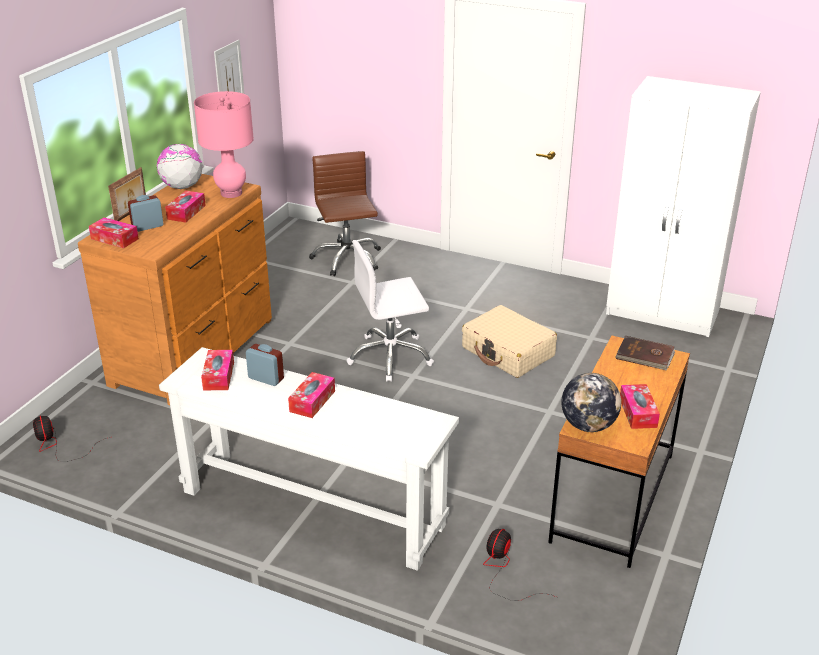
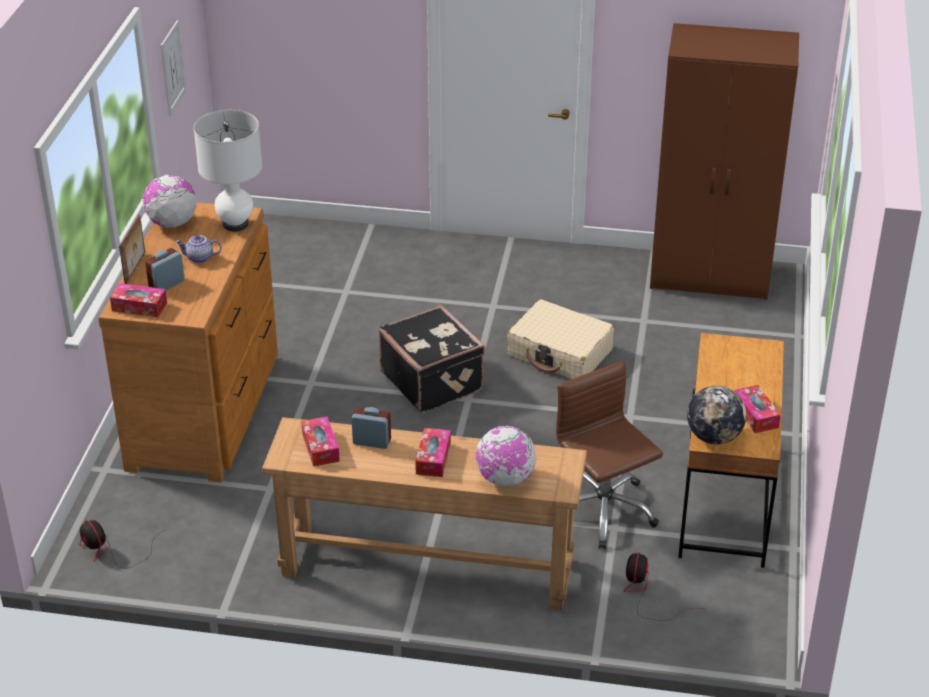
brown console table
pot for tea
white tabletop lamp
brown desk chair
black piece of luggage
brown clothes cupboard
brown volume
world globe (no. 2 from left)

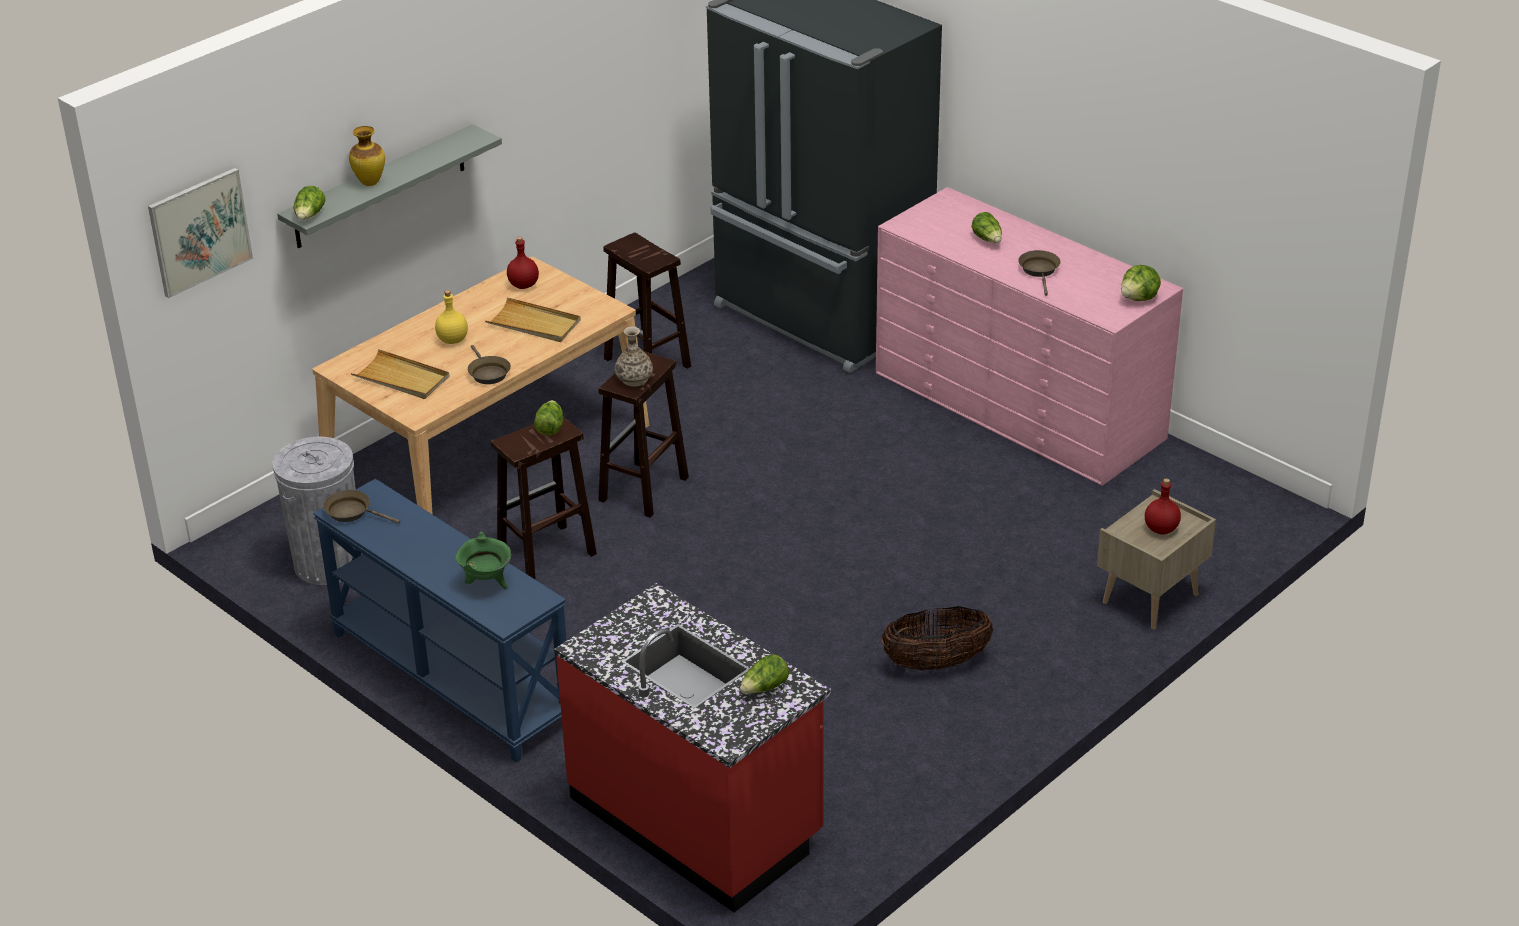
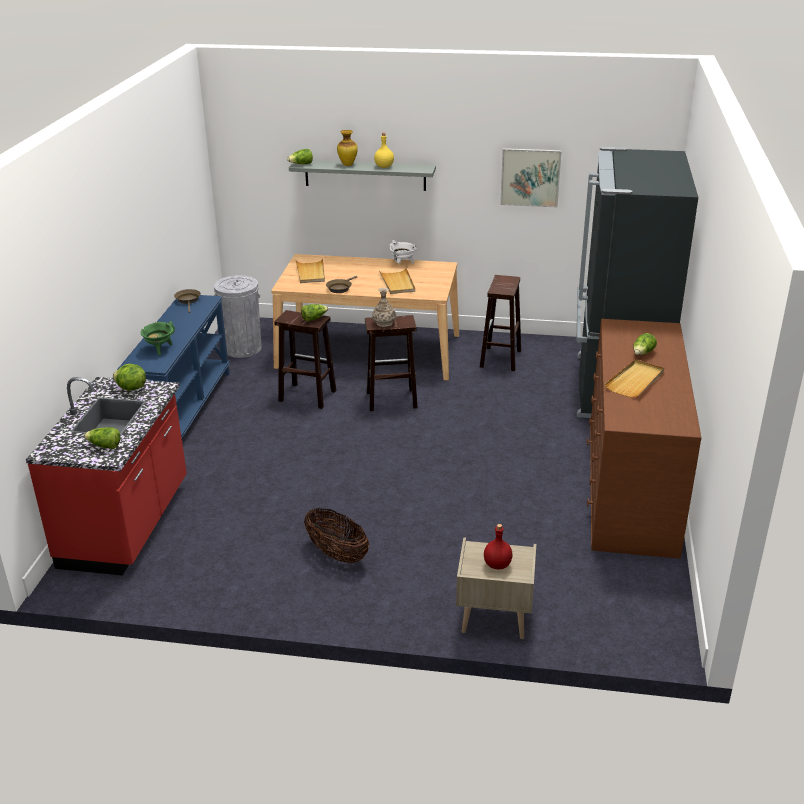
wall picture
yellow-coloured bottle
red-coloured bottle (no. 1 from left in the first image)
brown dresser
beige carrying tray (no. 3 from left)
head of lettuce (no. 2 from left)
white stockpot

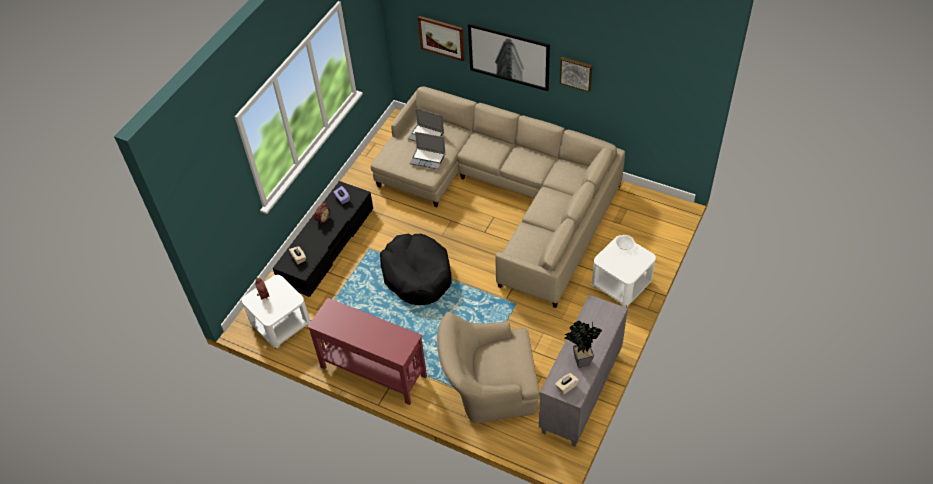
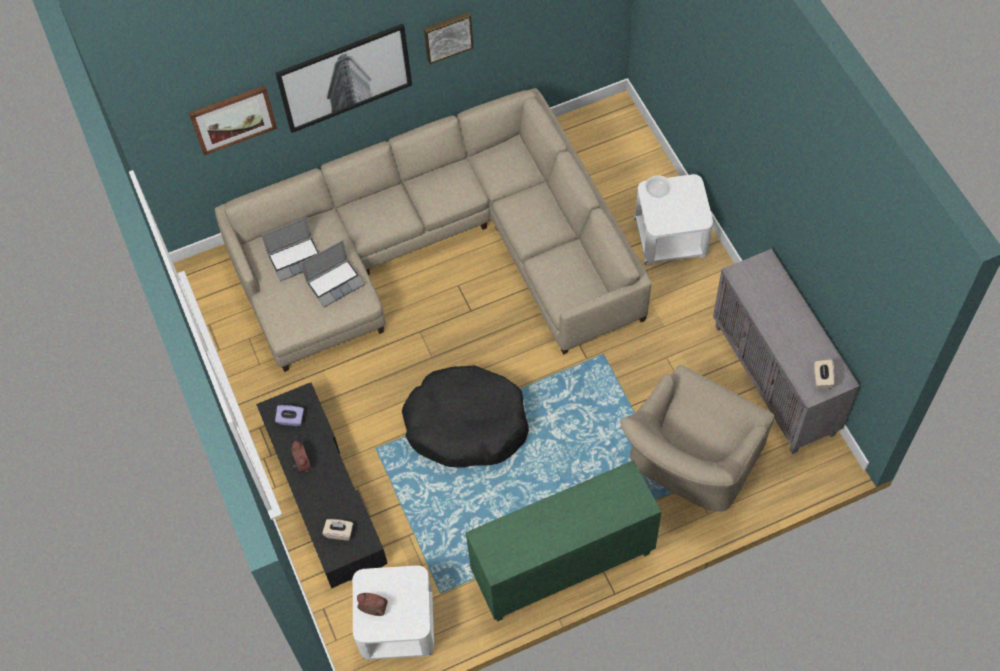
greenish cupboard
plant in a pot

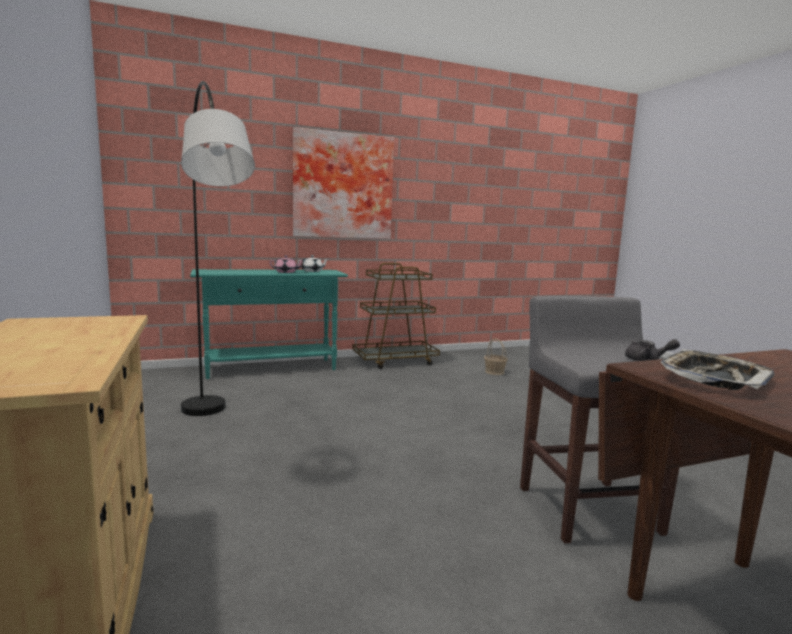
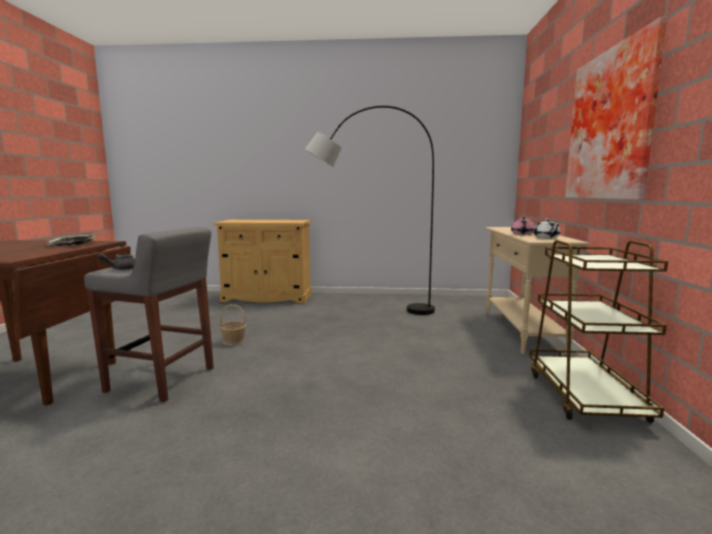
beige console table
household basket

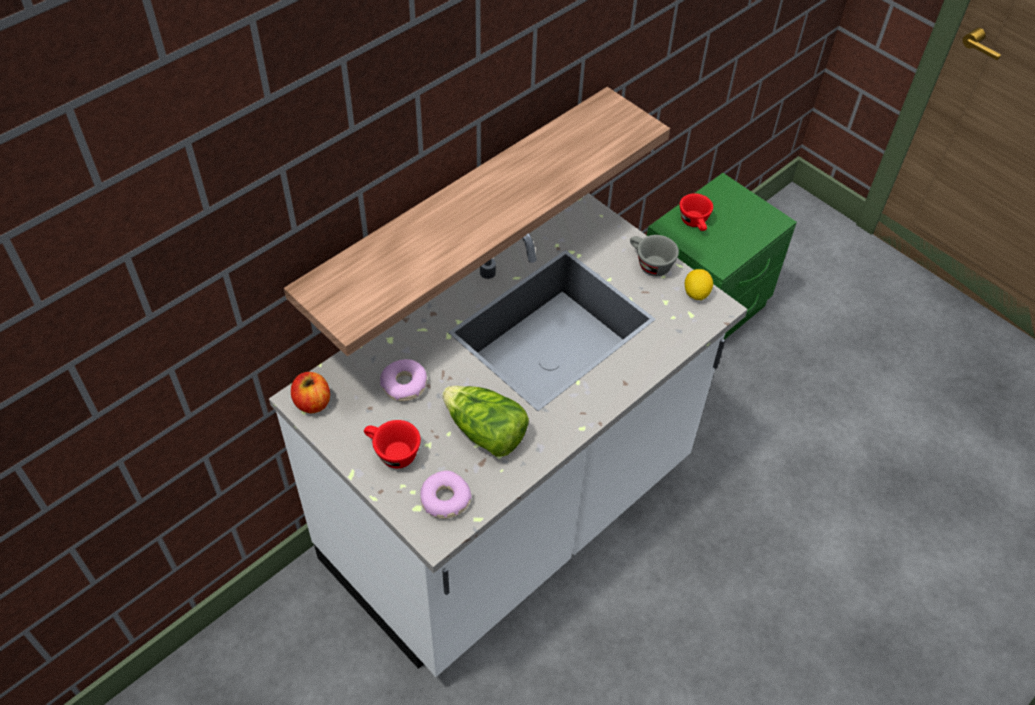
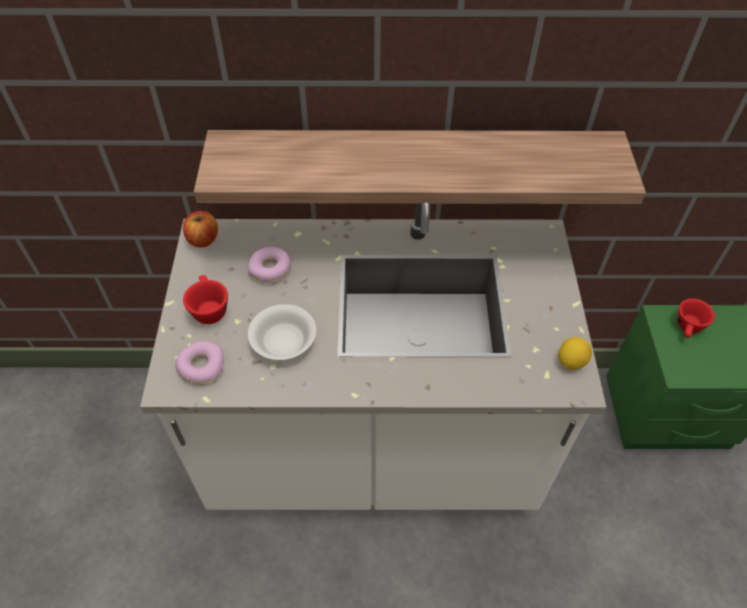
white deep dish
greyish drinking cup

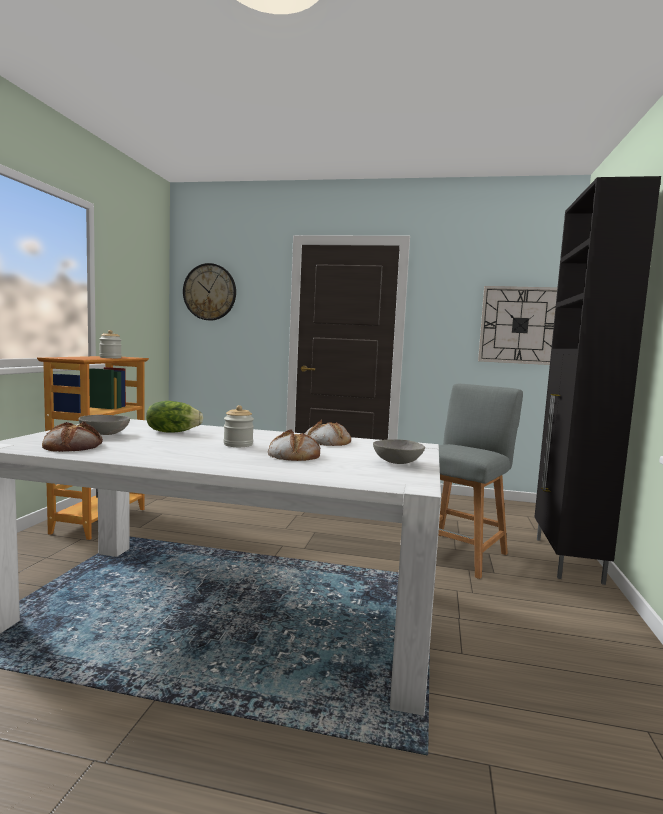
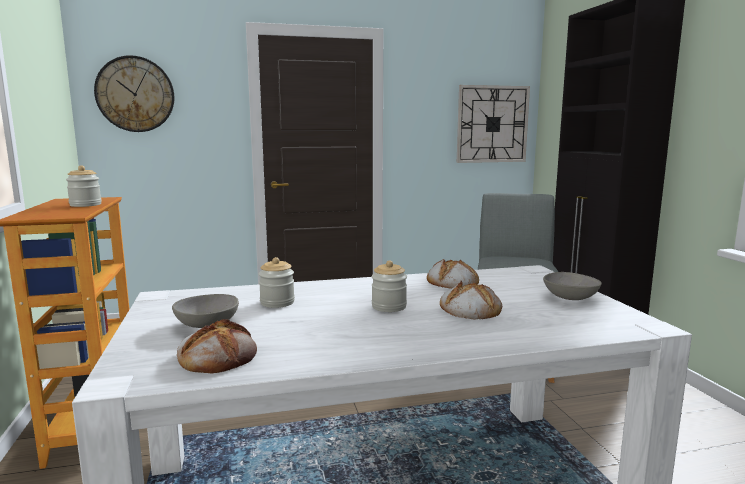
storage jar (no. 2 from left)

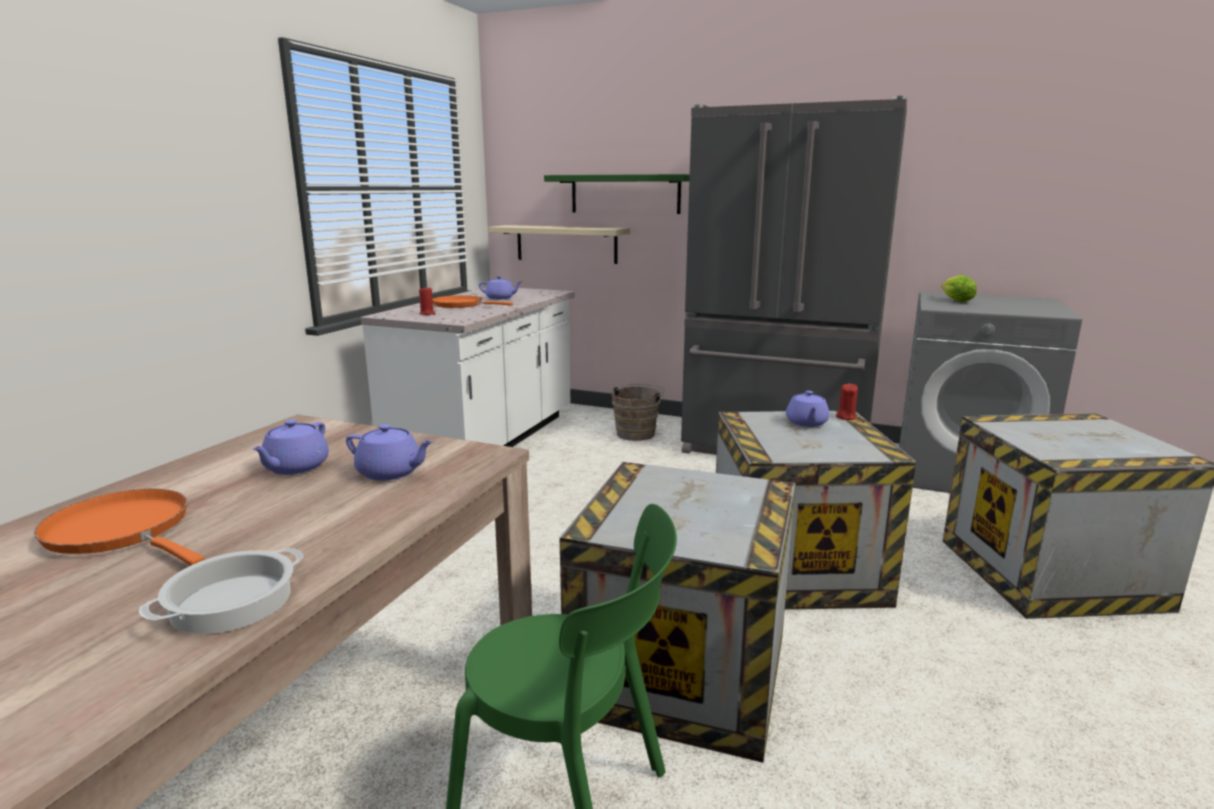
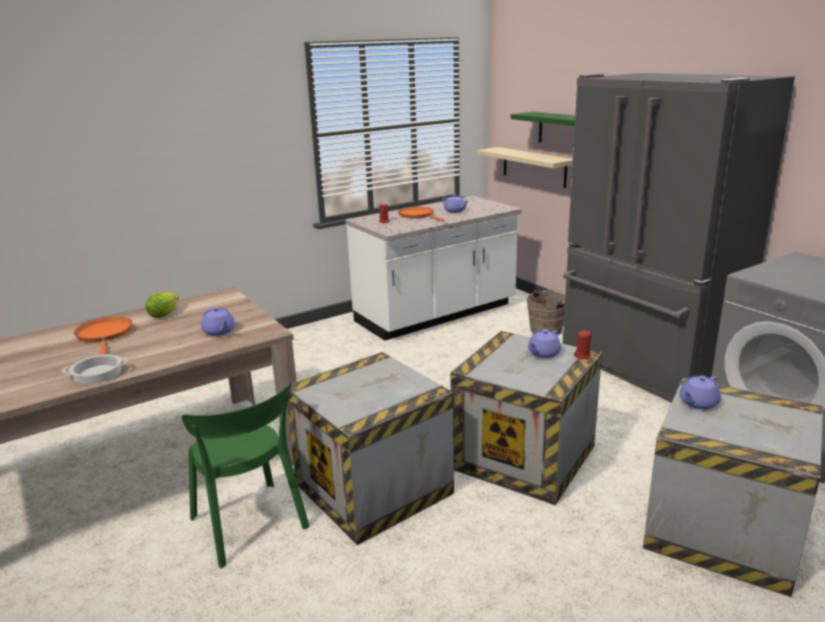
purplish pot for tea (no. 4 from left)
head of lettuce

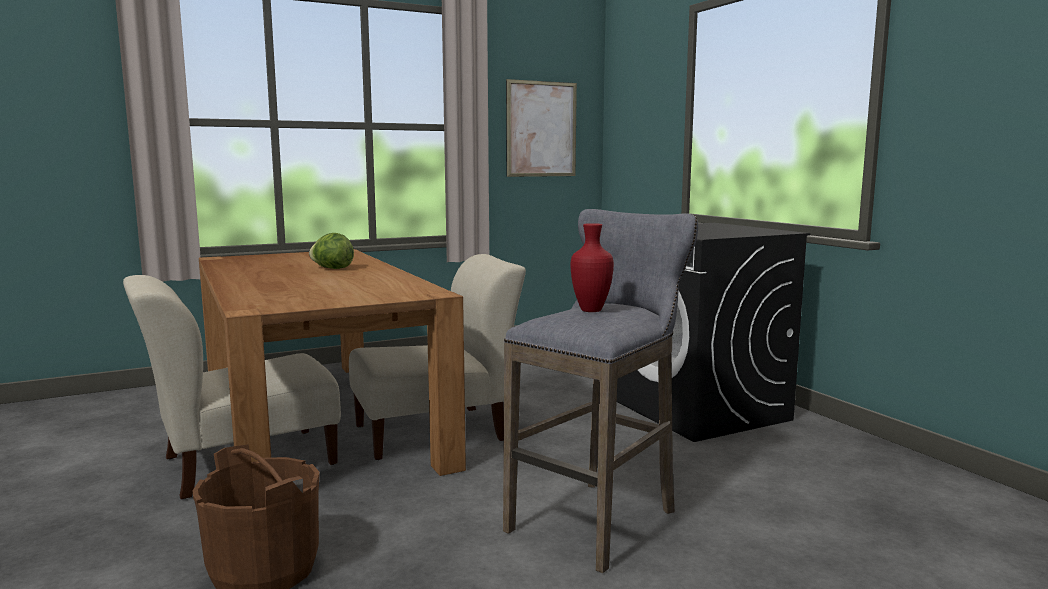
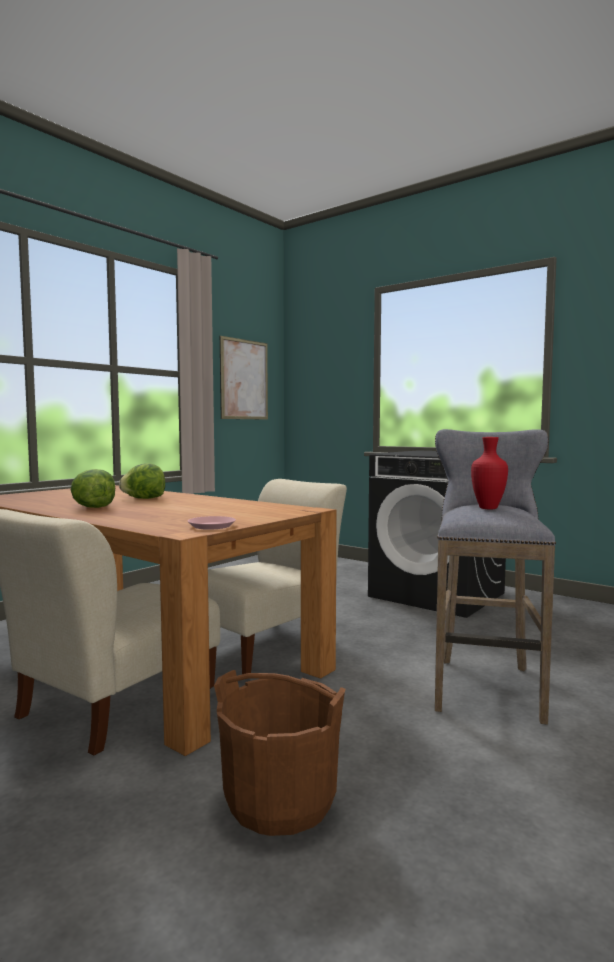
head of lettuce (no. 1 from left)
pinkish flat dish

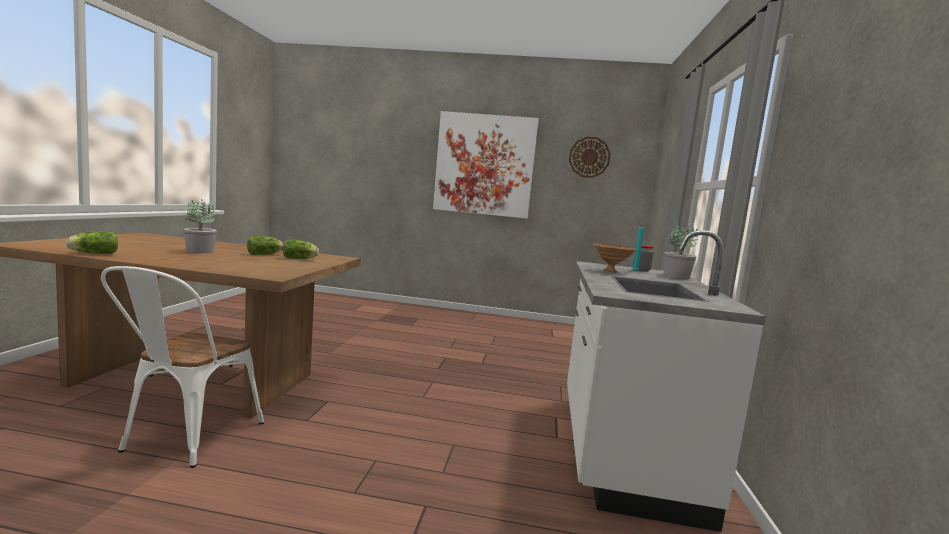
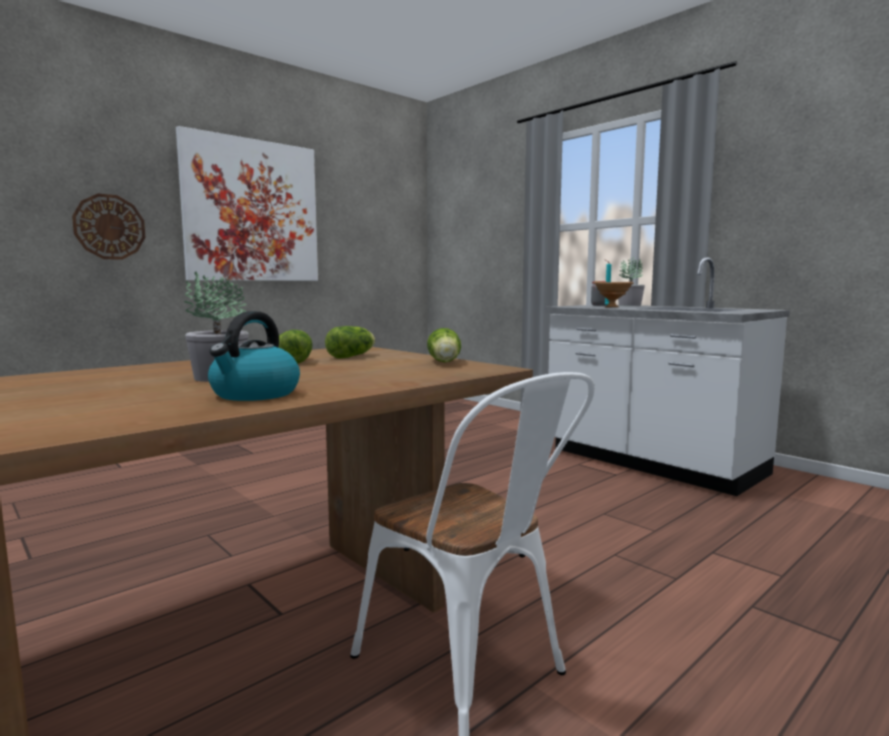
head of lettuce (no. 3 from left)
hanging clock
kettle

